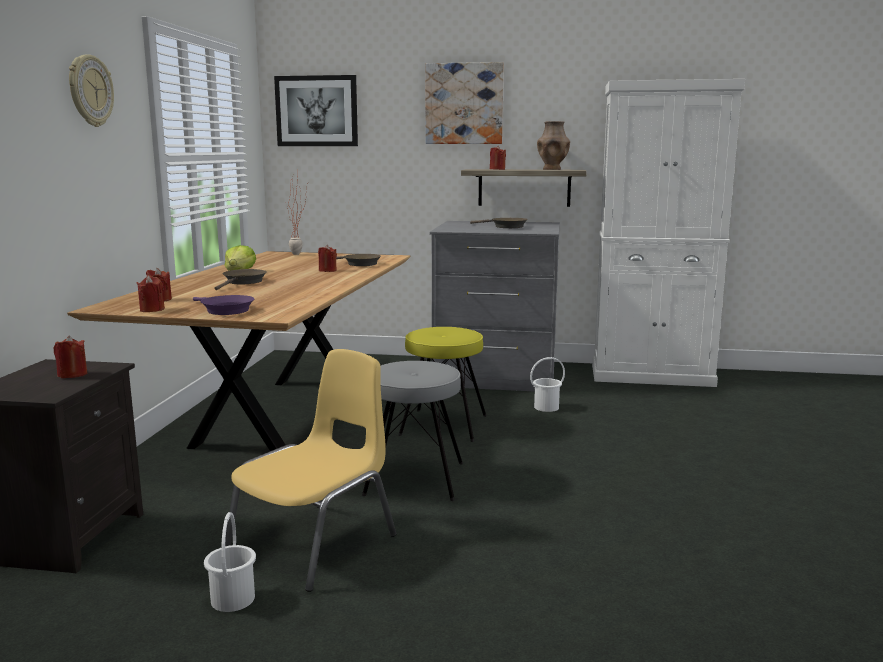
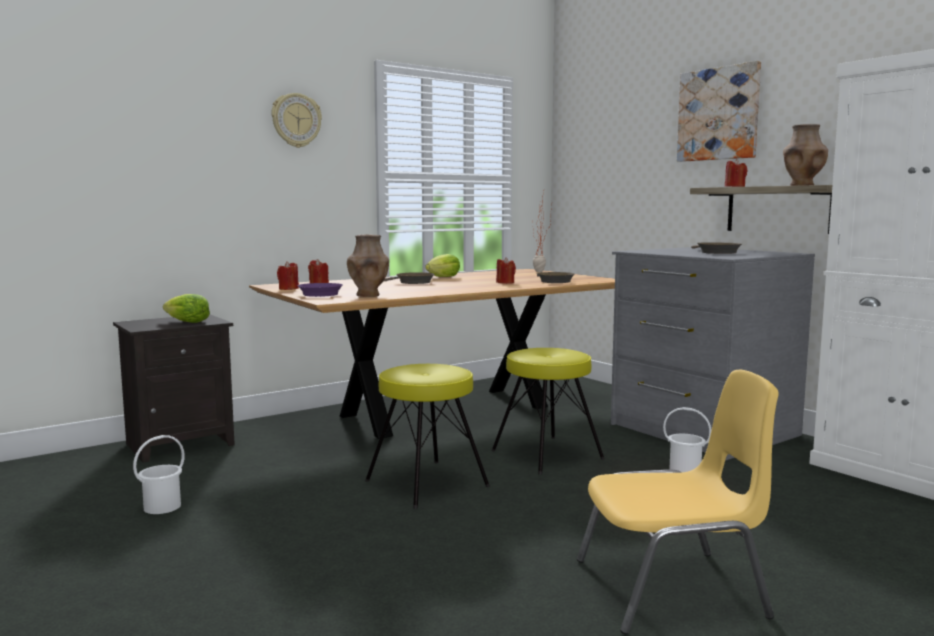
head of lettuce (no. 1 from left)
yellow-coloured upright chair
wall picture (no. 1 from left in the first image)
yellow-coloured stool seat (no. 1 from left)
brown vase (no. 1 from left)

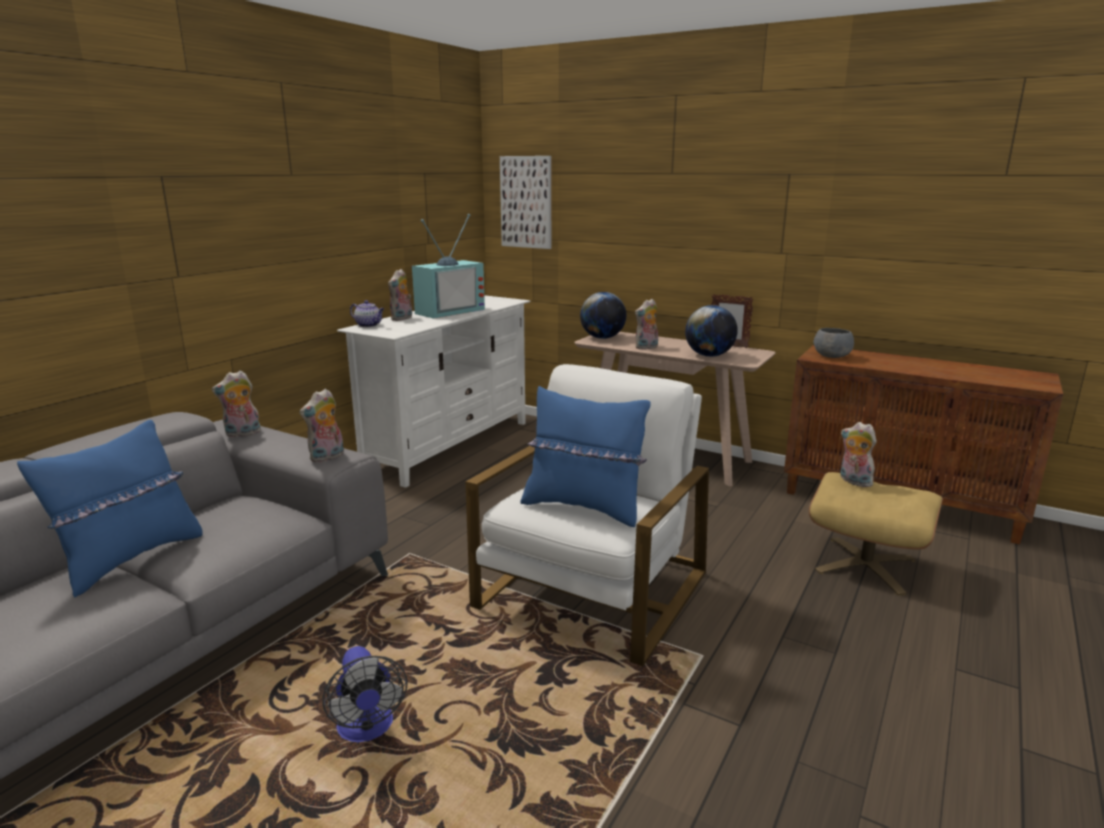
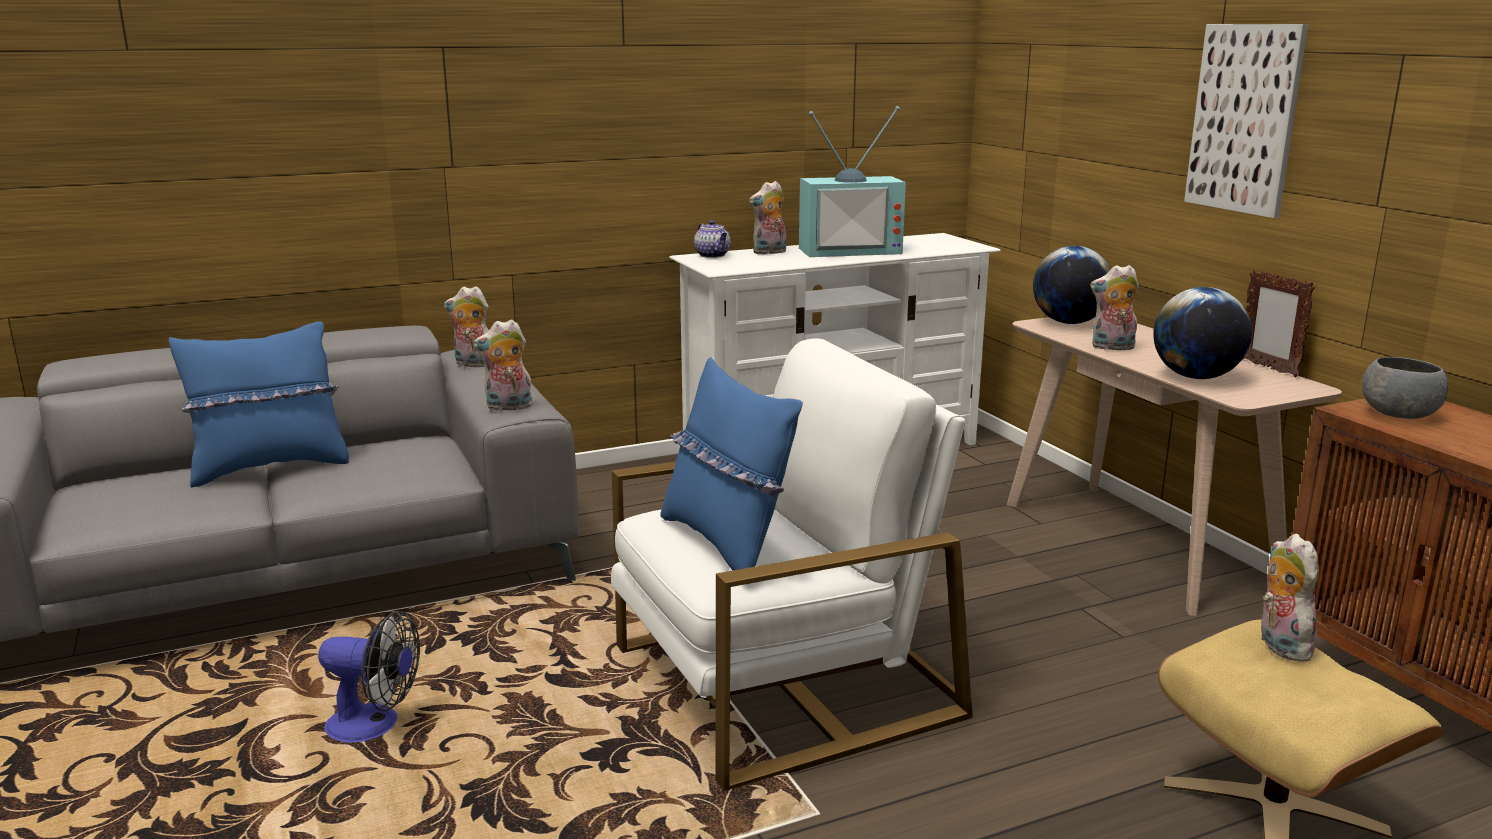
fan
wall picture

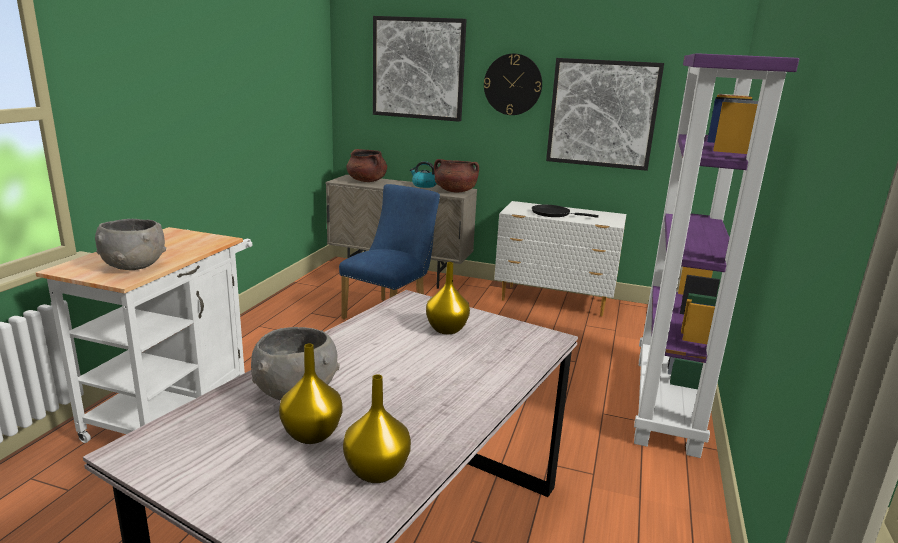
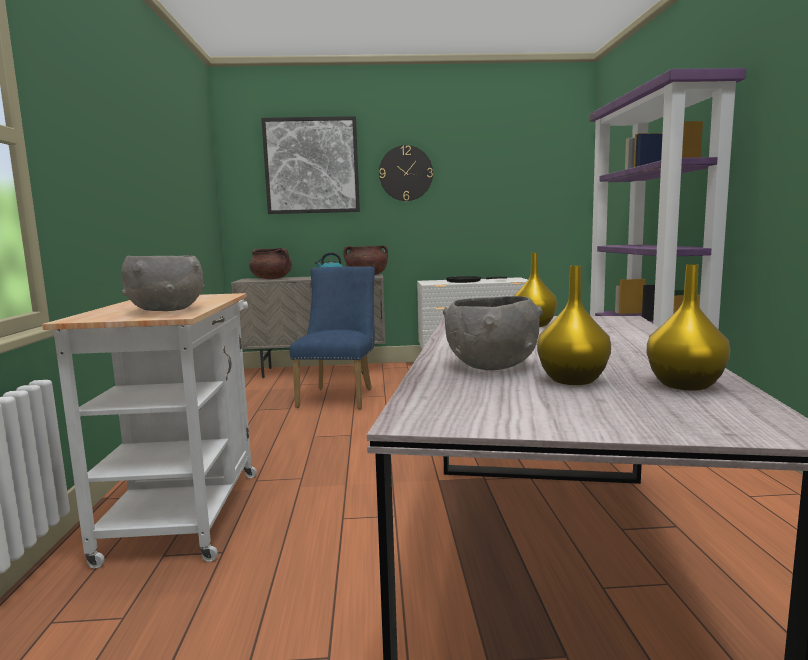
wall picture (no. 2 from left in the first image)

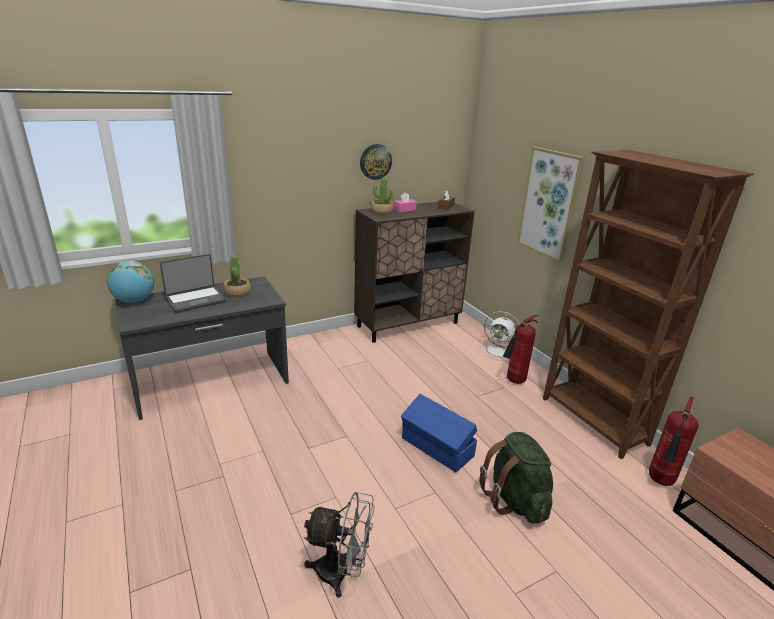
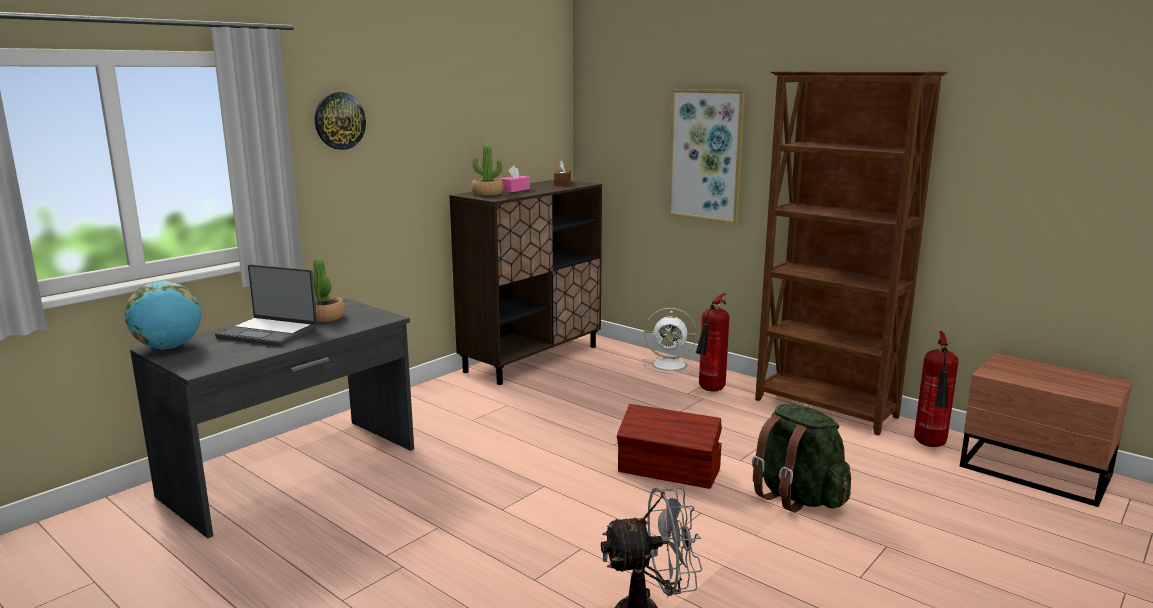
notebook computer
hanging clock
brown storage box

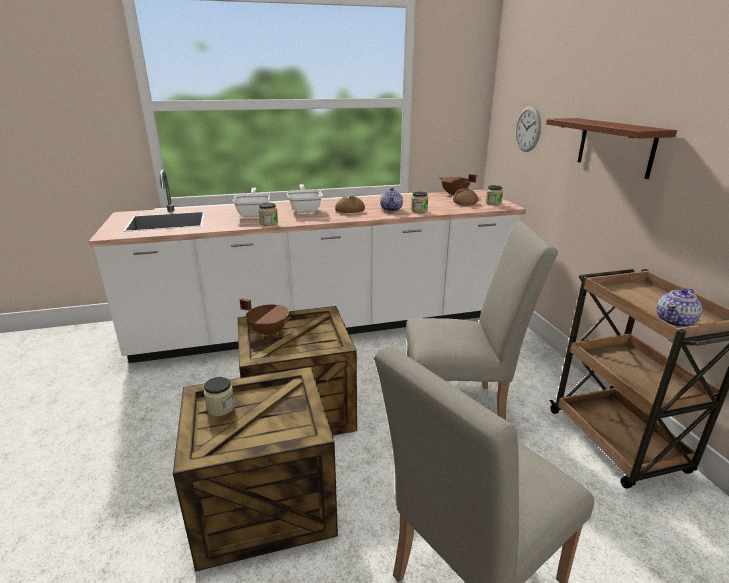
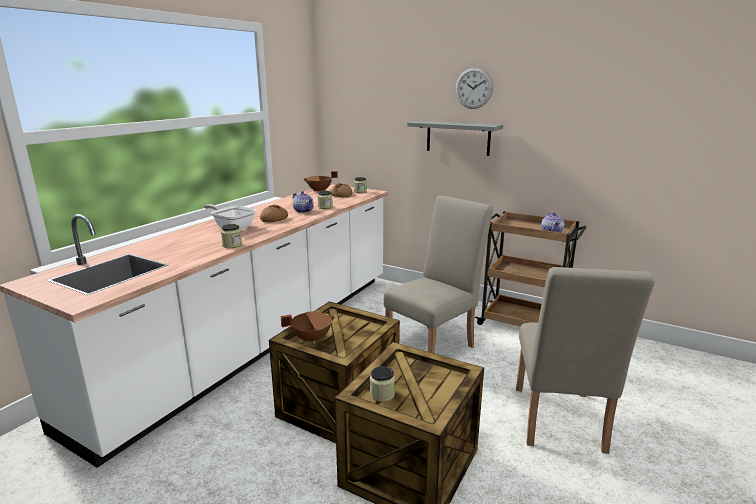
skillet (no. 1 from left in the first image)
hanging clock
greyish bracket shelf

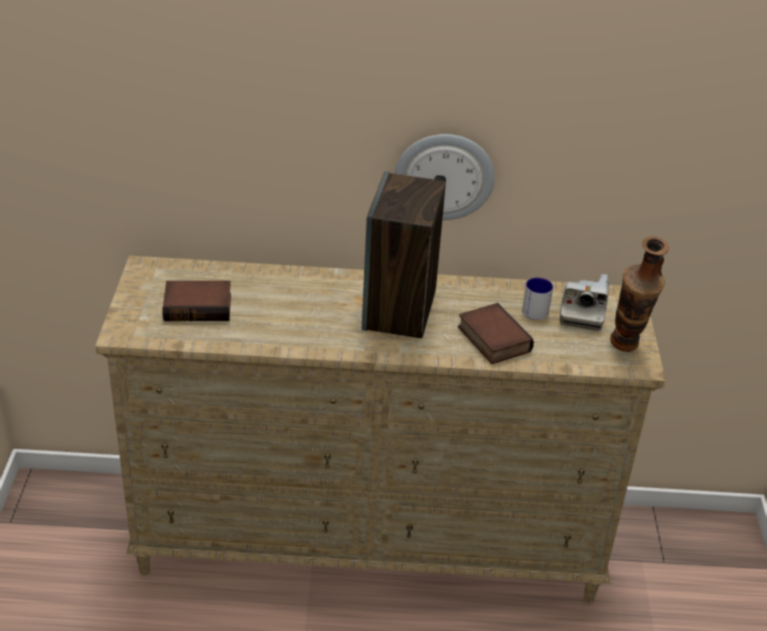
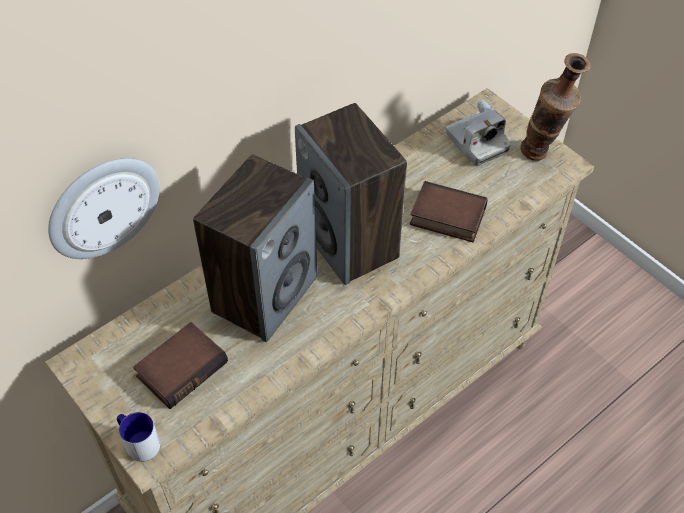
hanging clock
tea mug
speaker (no. 1 from left)

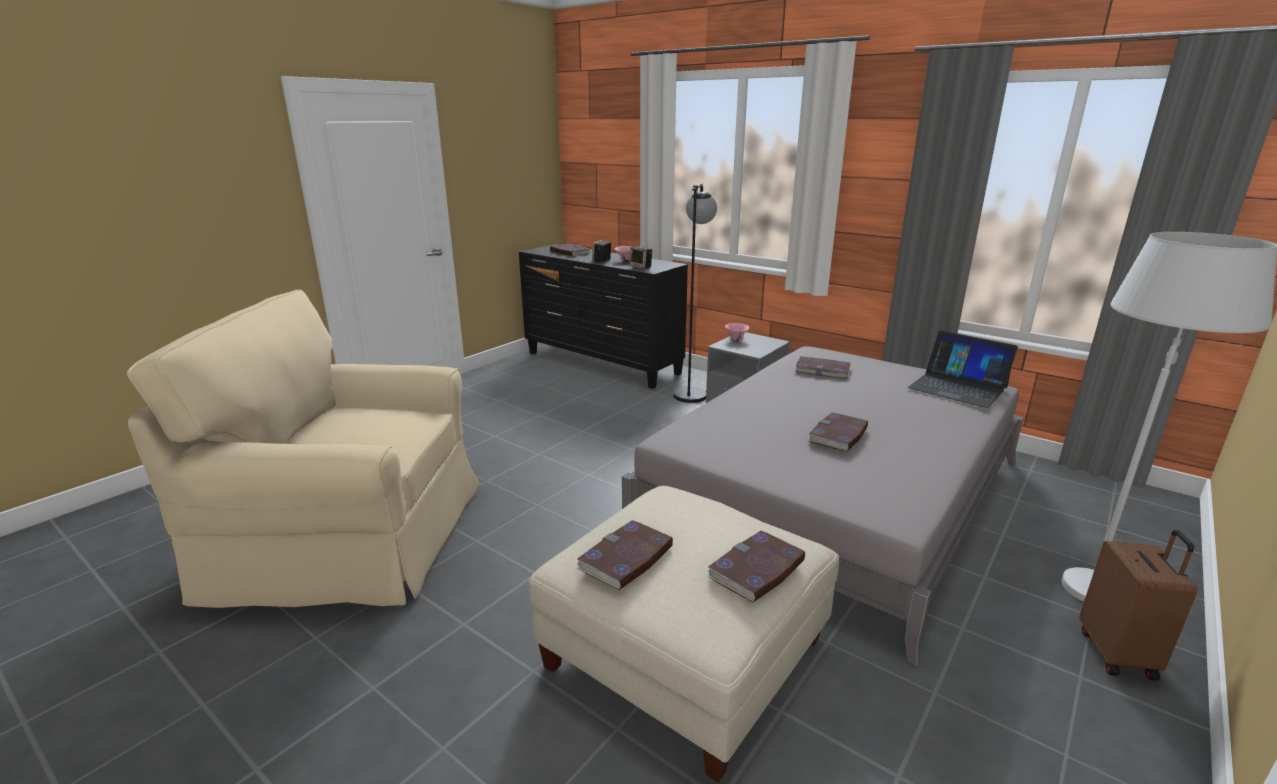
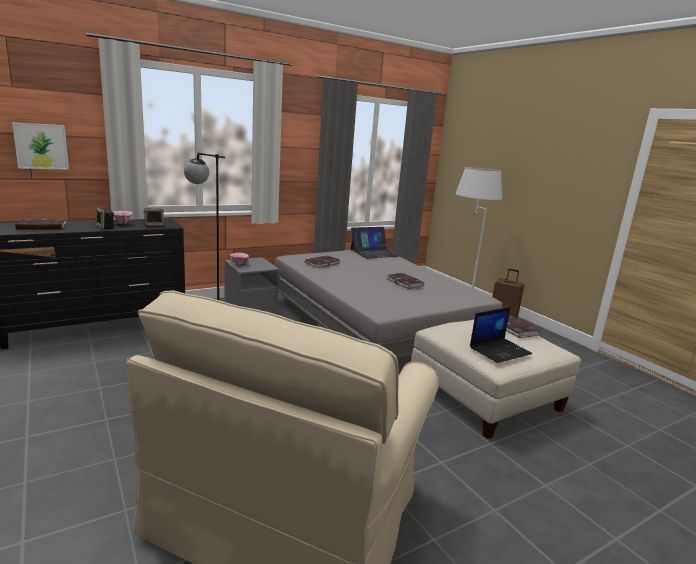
notebook computer (no. 2 from left)
wall picture

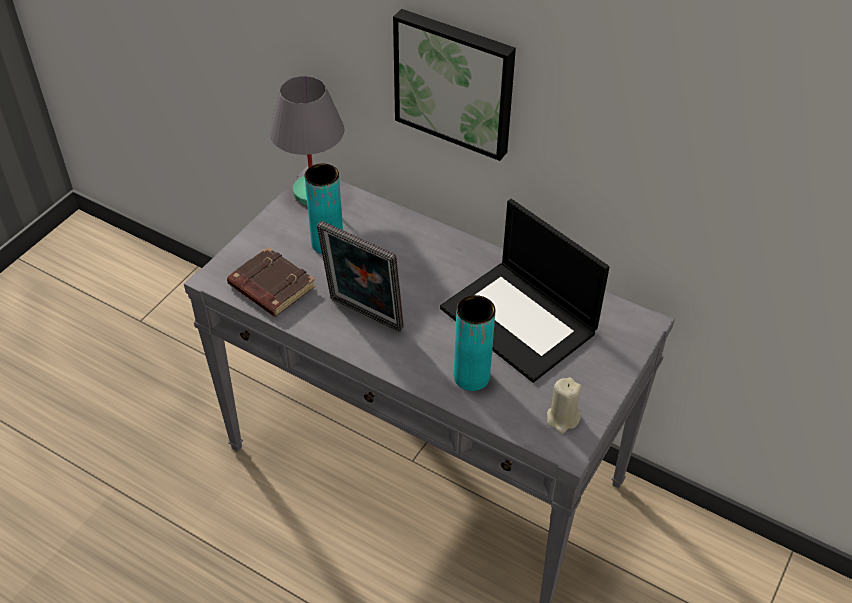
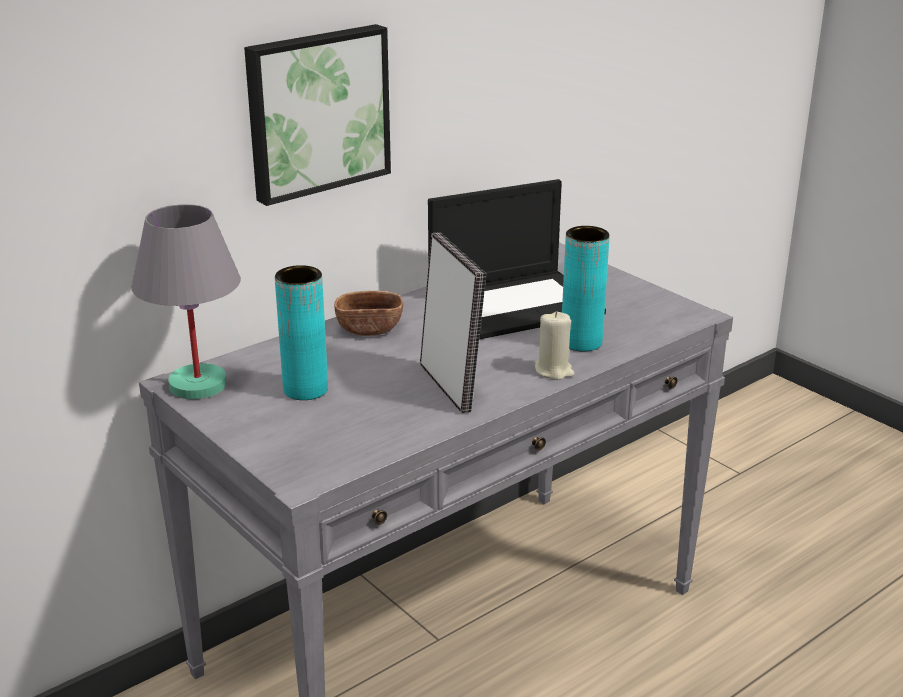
brown volume
photo frame
beige wax candle
brown deep dish

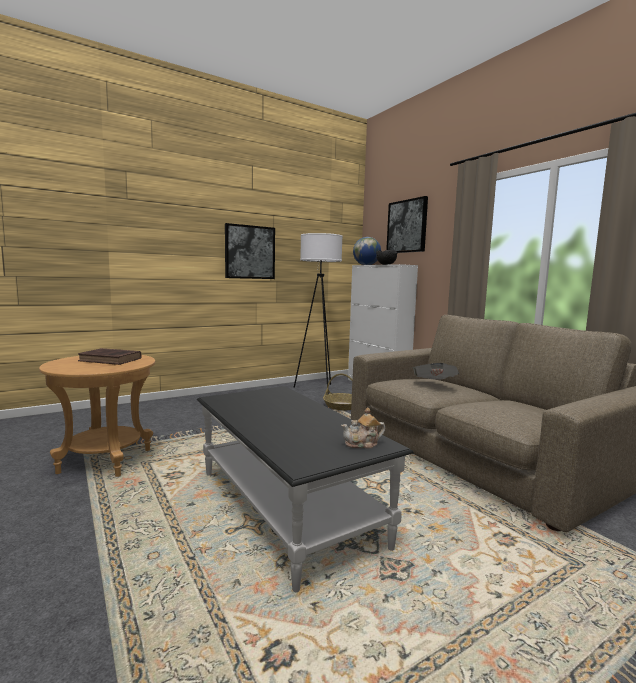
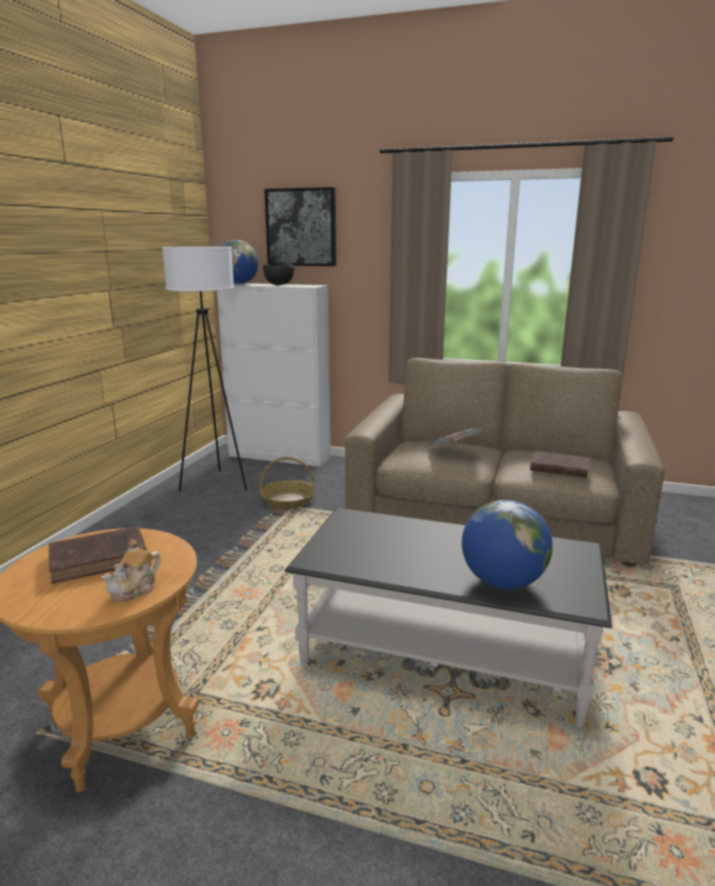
wall picture (no. 1 from left in the first image)
pot for tea
world globe (no. 2 from left)
brown volume (no. 2 from left)

